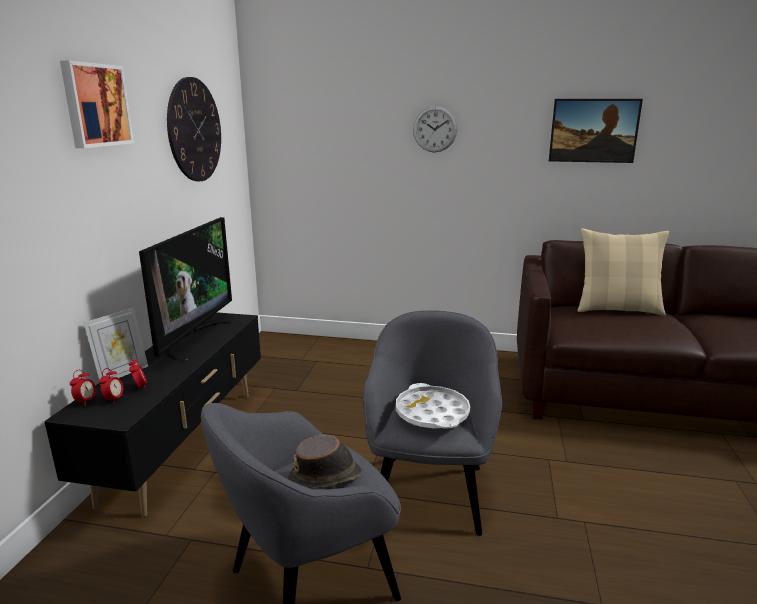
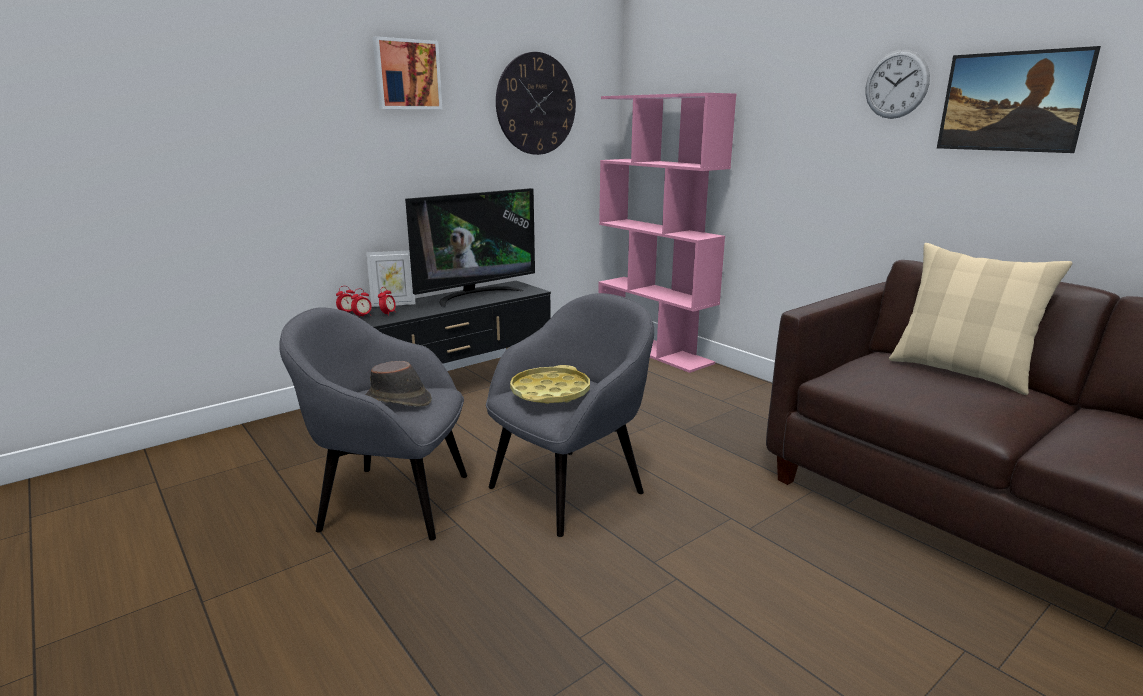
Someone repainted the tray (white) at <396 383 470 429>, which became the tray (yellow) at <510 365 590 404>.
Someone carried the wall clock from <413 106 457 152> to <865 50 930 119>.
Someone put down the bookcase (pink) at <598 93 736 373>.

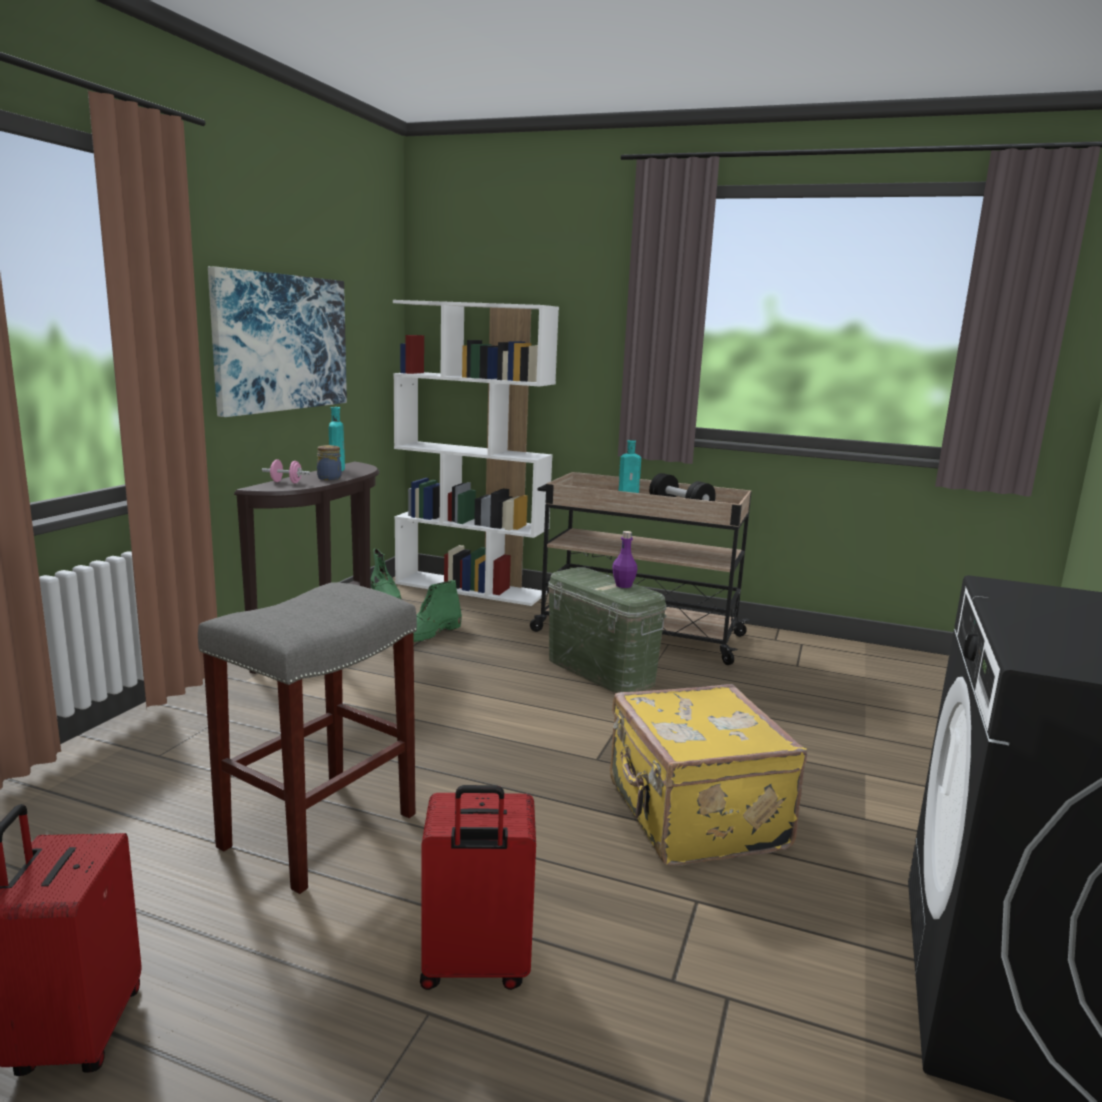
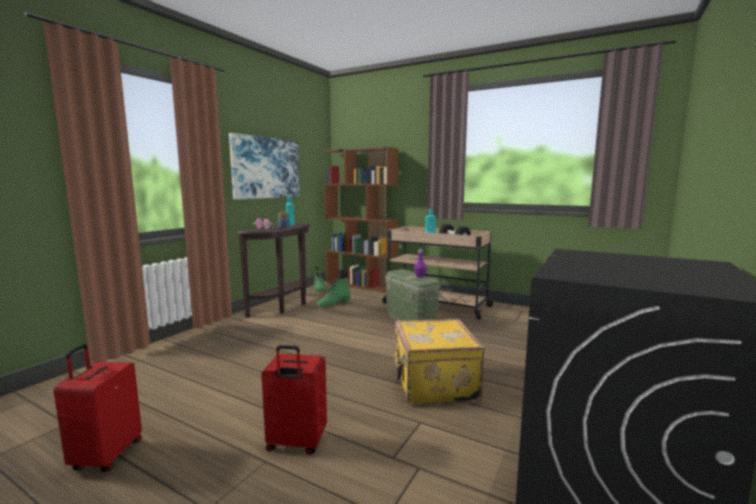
Someone took away the stool (grey) at <198 582 417 894>.
Someone repainted the bookcase (white) at <393 300 559 606>, which became the bookcase (brown) at <323 147 399 292>.

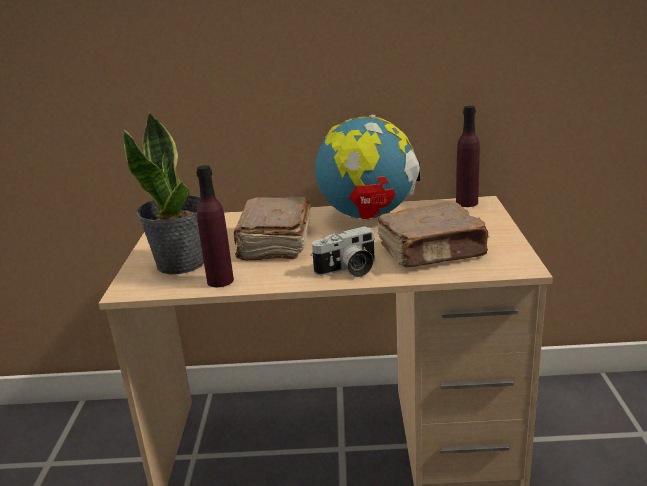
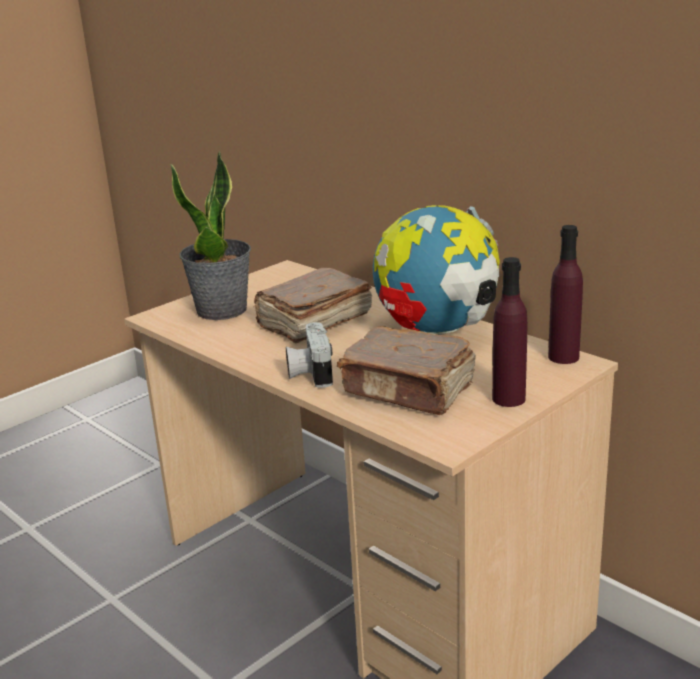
Someone carried the bottle (purple) from <196 165 234 287> to <492 257 527 407>.
Someone rotated the photo camera at <311 226 375 277> by 60 degrees clockwise.

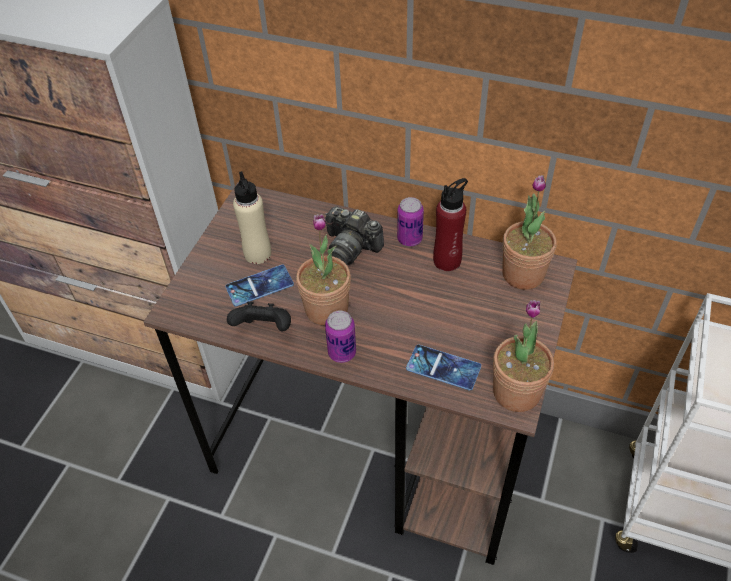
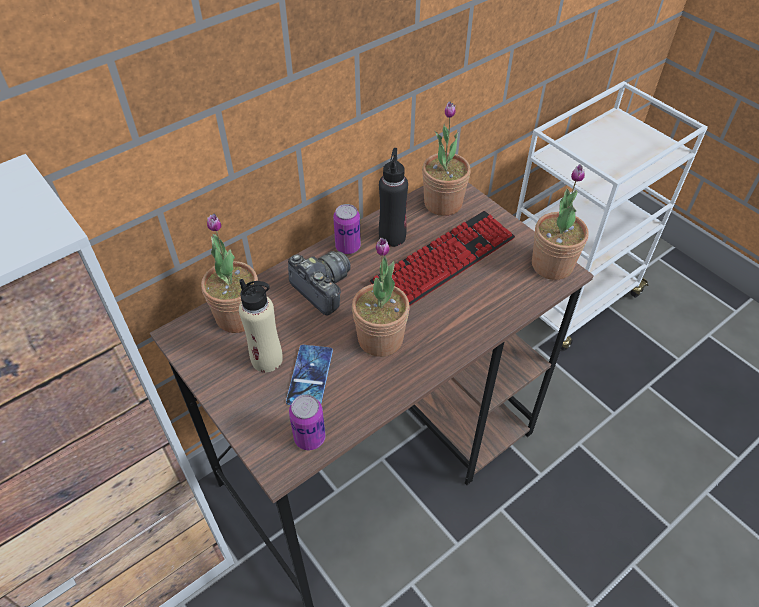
Someone took away the game controller (black) at <227 302 291 331>.
Someone rotated the photo camera at <325 206 384 265> by 105 degrees counterclockwise.
Someone carried the can from <325 310 356 363> to <289 394 326 450>.
Someone took away the phone at <406 345 481 390>.
Someone repainted the bottle (red) at <433 178 468 271>, which became the bottle (black) at <379 148 408 247>.
Someone put down the potted plant at <201 214 258 333>.
Someone put down the keyboard at <370 211 515 306>.

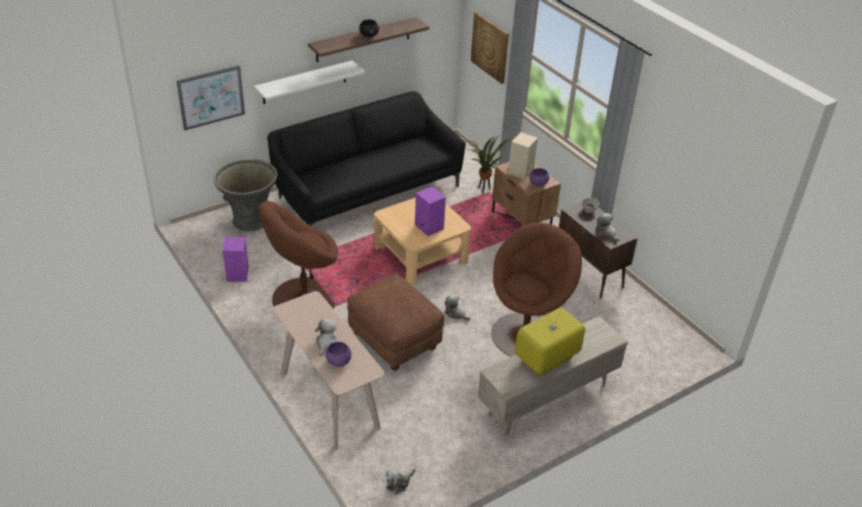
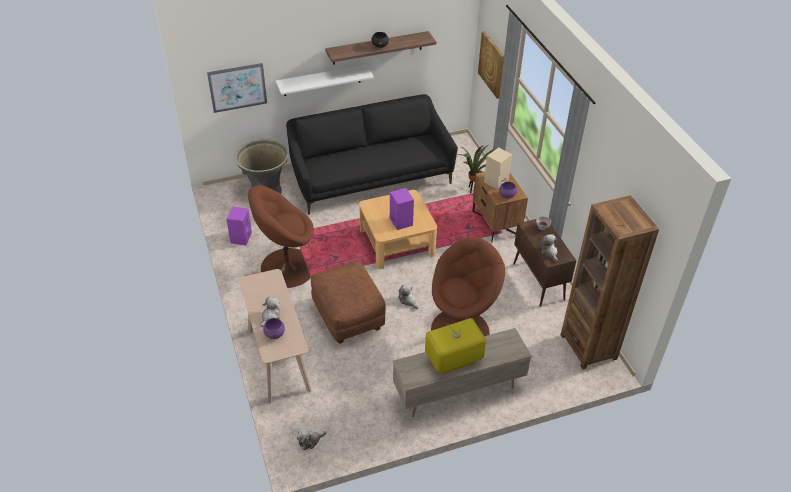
Someone put down the bookcase (brown) at <561 195 659 370>.

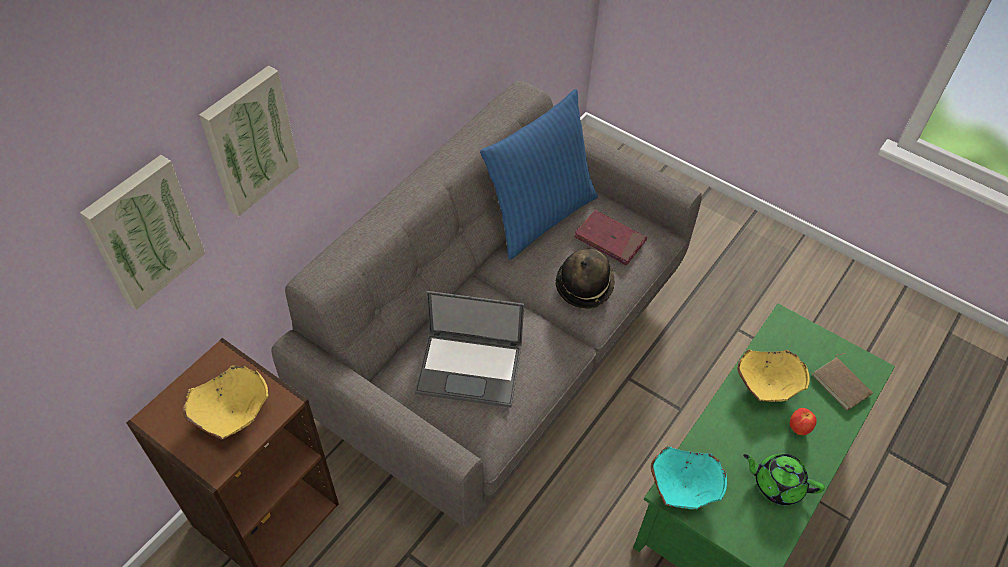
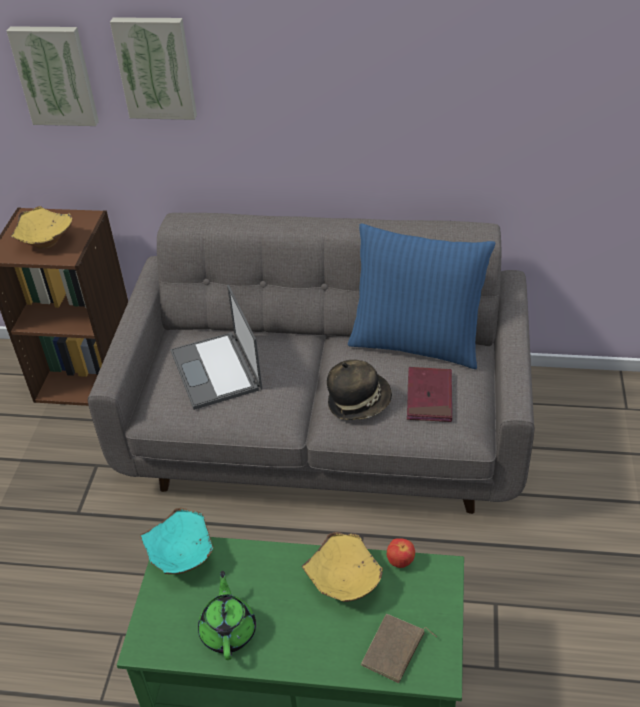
Someone carried the apple from <790 408 817 435> to <387 538 415 568>.

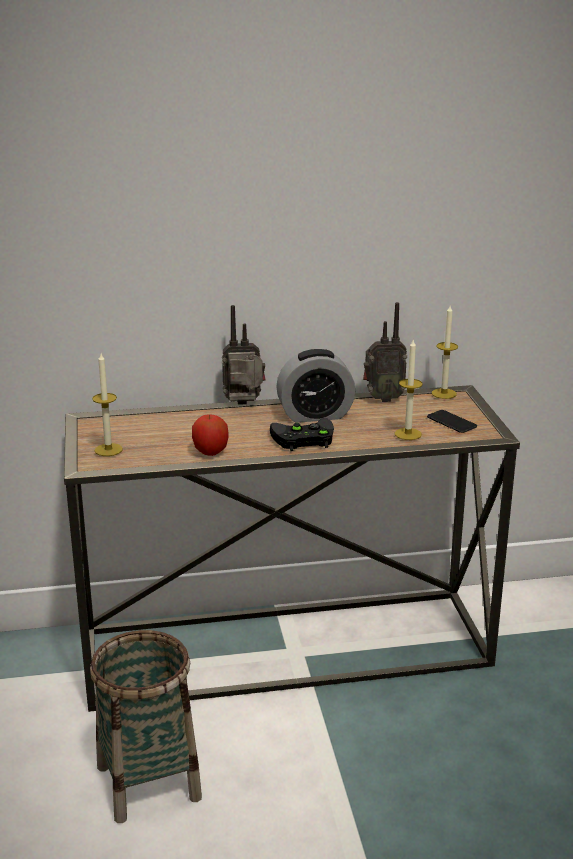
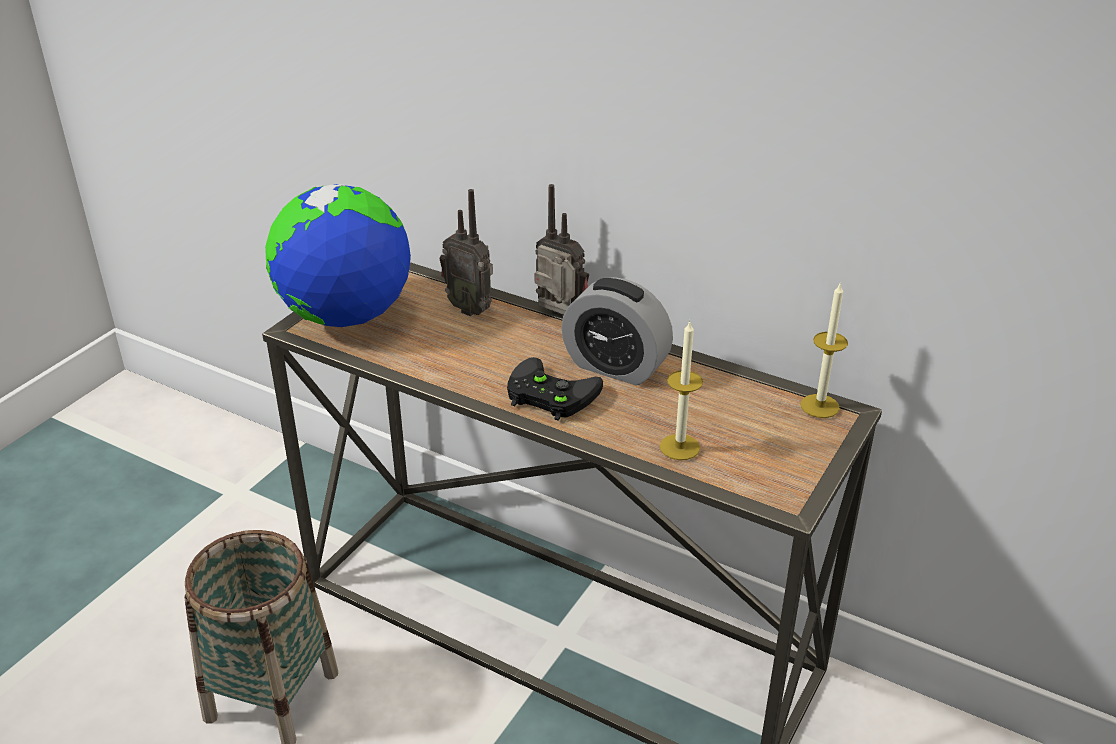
Someone swapped the candle at <92 353 123 456> for the globe at <265 184 411 327>.
Someone took away the apple at <192 414 229 456>.
Someone carried the radio from <363 302 407 402> to <440 189 493 317>.
Someone took away the phone at <427 410 477 433>.

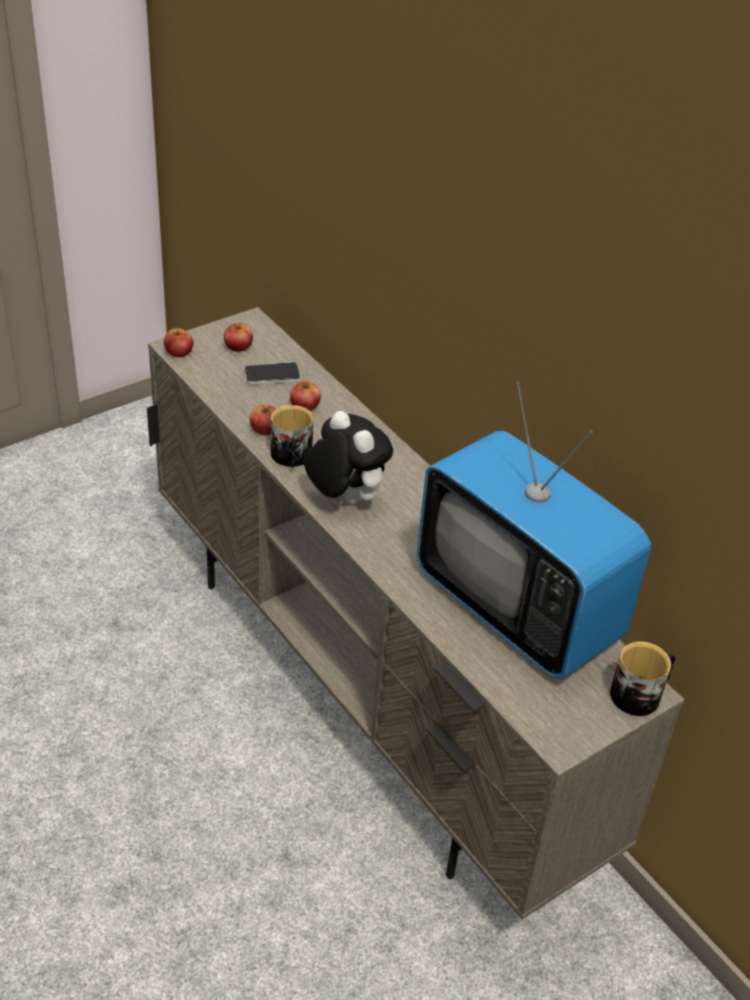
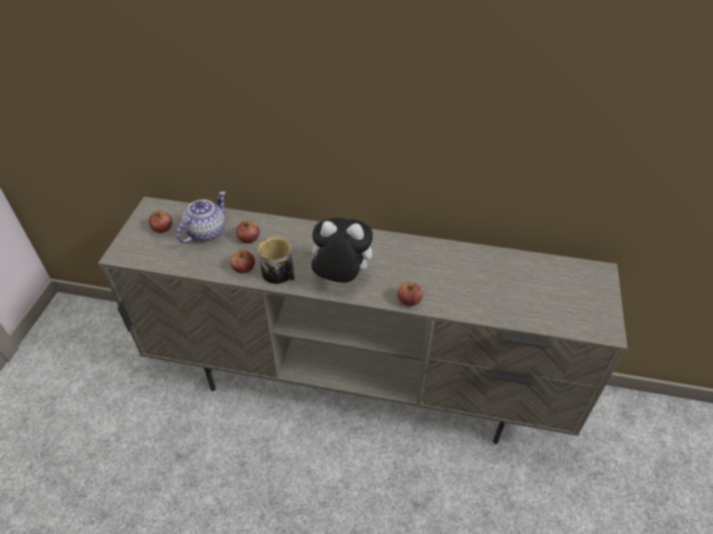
Someone carried the apple from <164 328 194 357> to <397 282 423 306>.
Someone swapped the phone at <245 362 301 385> for the teapot at <177 191 226 243>.
Someone took away the television at <417 382 651 679>.
Someone took away the mug at <610 642 675 716>.

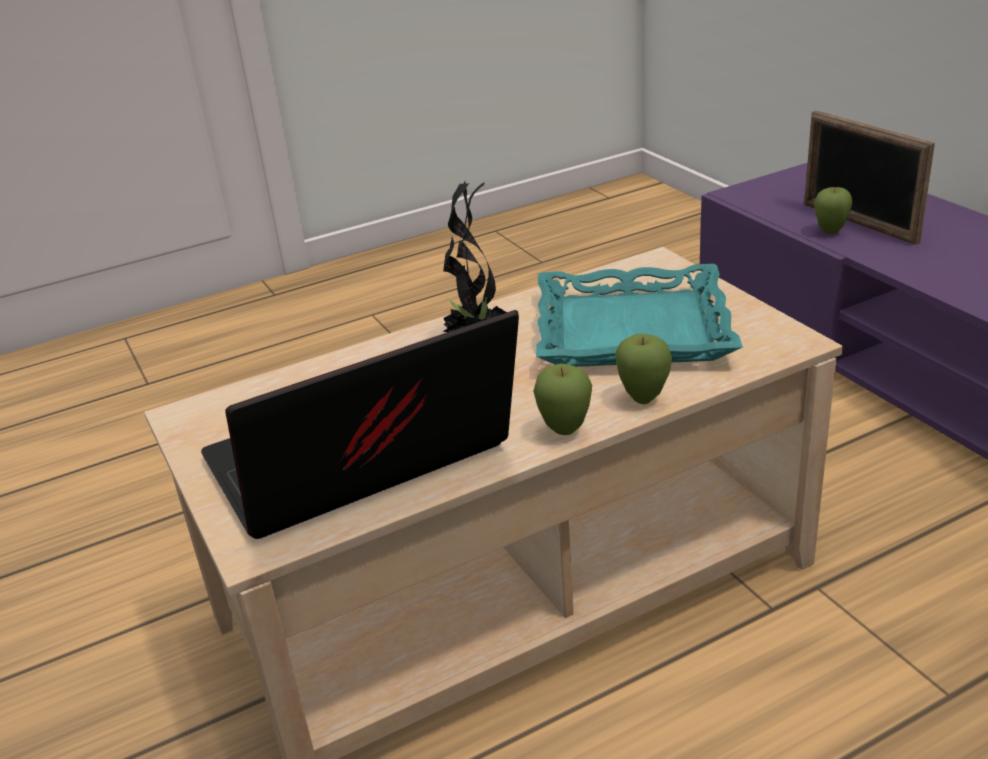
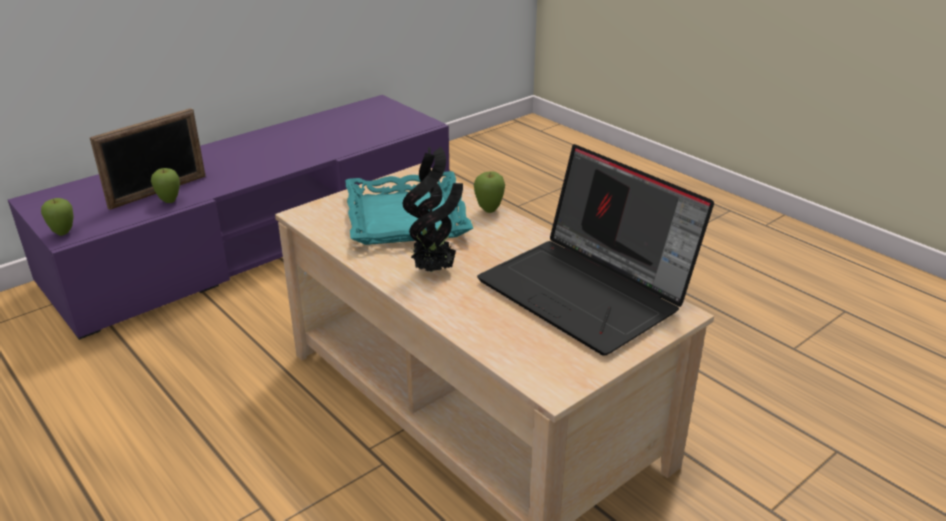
Someone carried the apple from <533 364 592 435> to <41 198 74 236>.

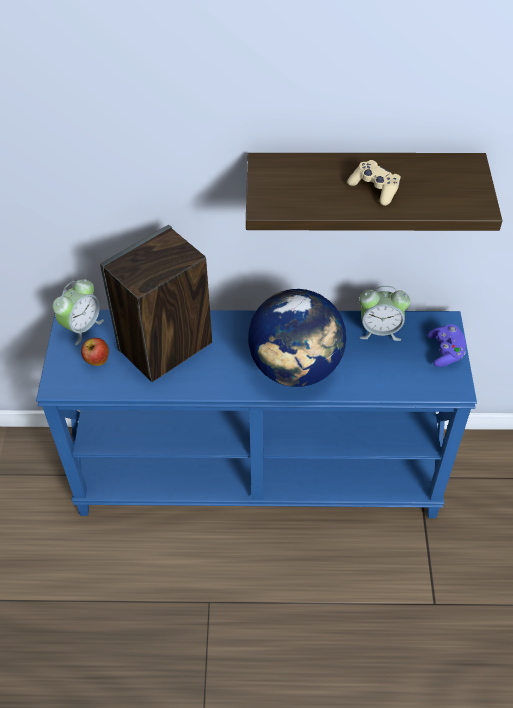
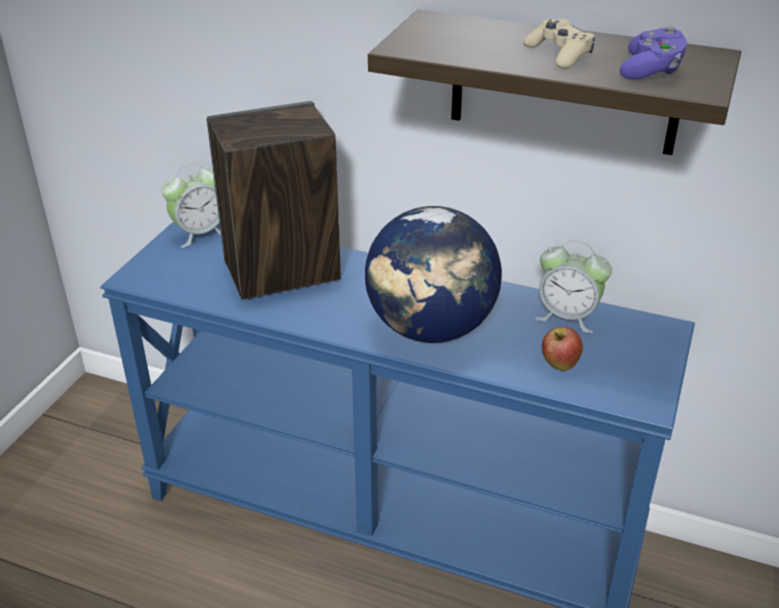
Someone carried the apple from <81 338 109 366> to <542 327 583 371>.
Someone carried the game controller (purple) from <428 324 466 367> to <620 26 687 79>.

